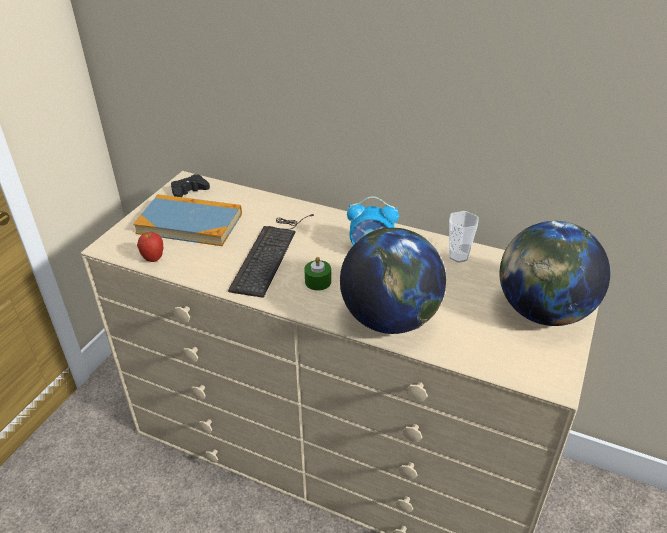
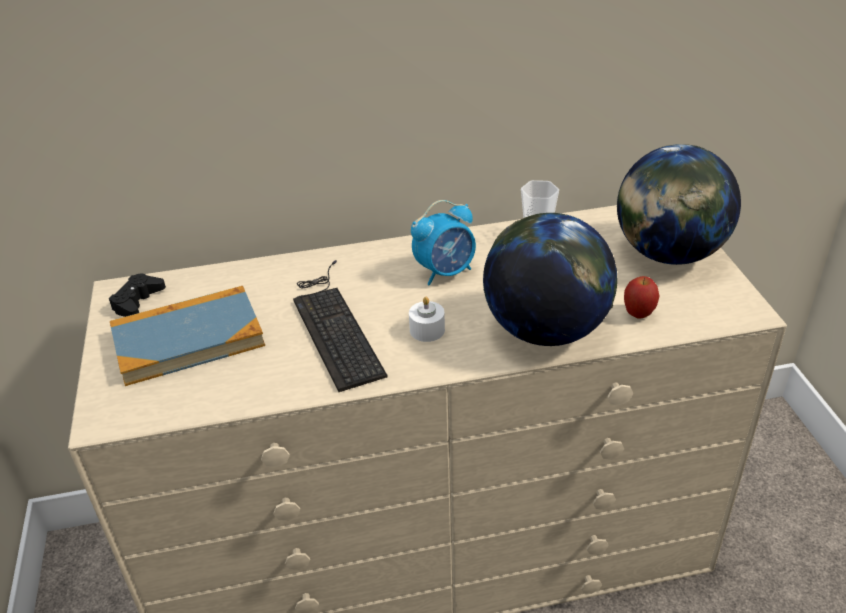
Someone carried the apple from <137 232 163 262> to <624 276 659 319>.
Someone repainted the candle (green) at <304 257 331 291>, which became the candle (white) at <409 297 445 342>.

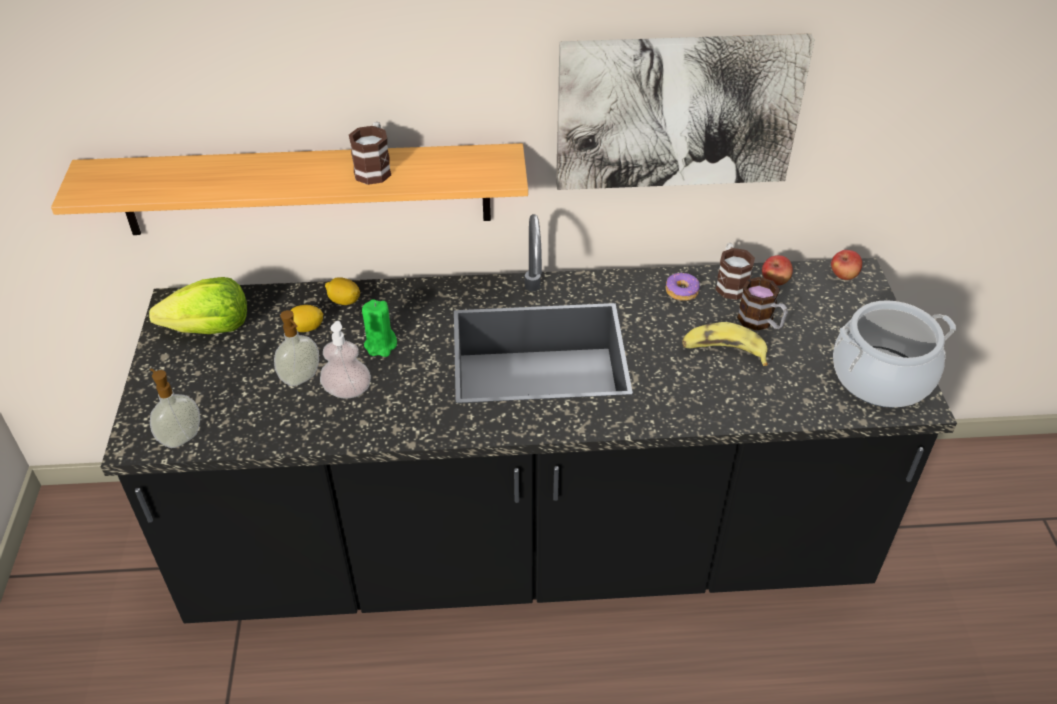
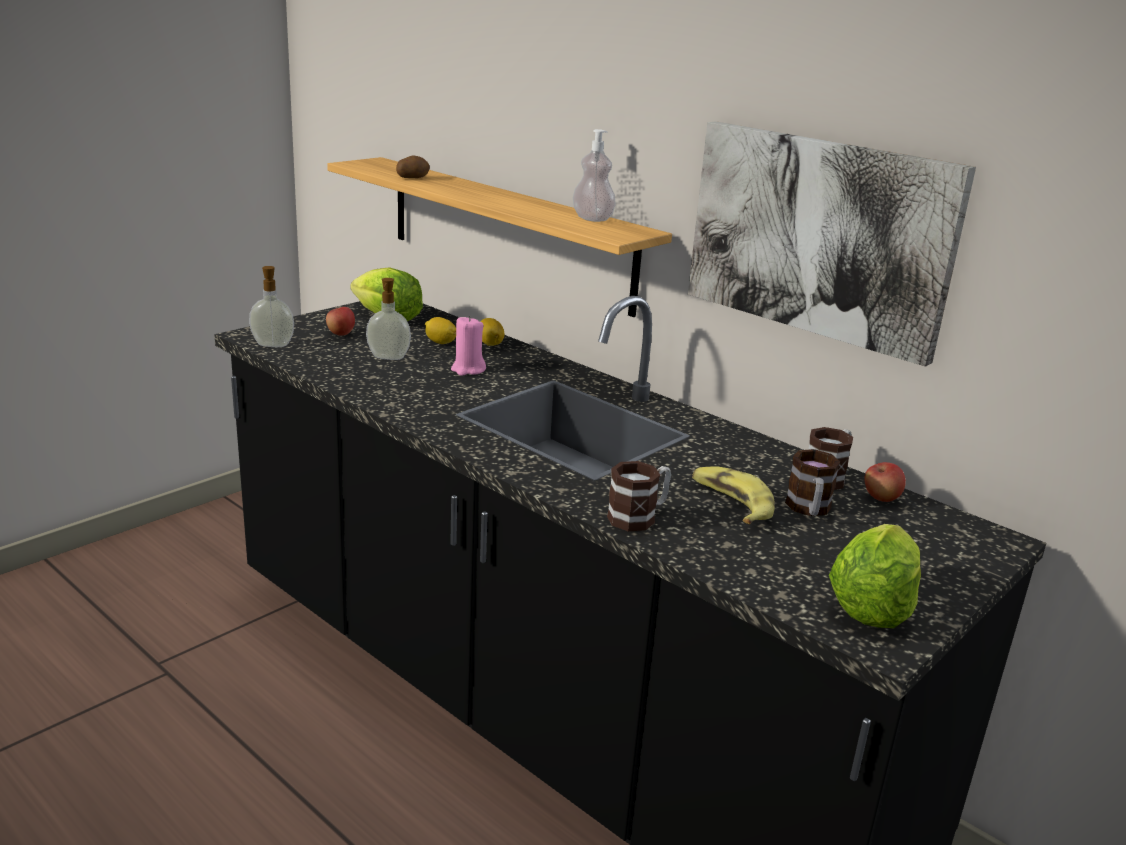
Someone carried the soap dispenser from <320 321 371 398> to <573 129 616 222>.
Someone carried the mug from <349 122 391 185> to <607 461 671 531>.
Someone repainted the candle (green) at <362 299 397 357>, which became the candle (pink) at <451 316 486 376>.
Someone took away the donut at <666 273 700 301>.
Someone carried the apple from <831 250 862 280> to <326 307 355 336>.
Someone swapped the cooking pot at <833 300 956 408> for the lettuce at <829 524 921 628>.
Someone put down the potato at <396 156 430 178>.

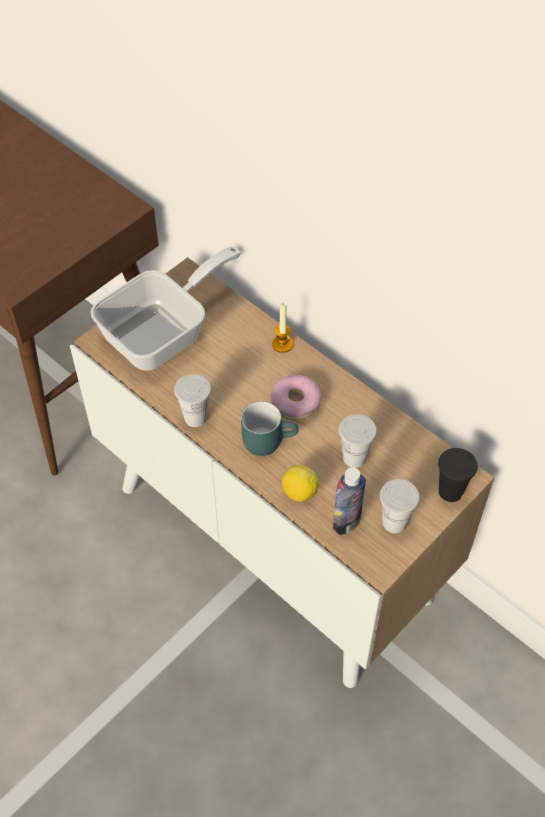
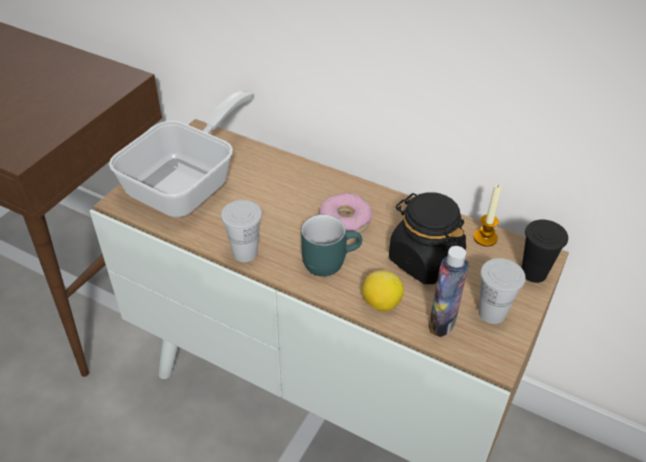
Someone carried the candle from <272 302 293 353> to <474 184 502 247>.
Someone swapped the cup (white) at <339 414 377 468> for the jar (black) at <389 192 466 284>.

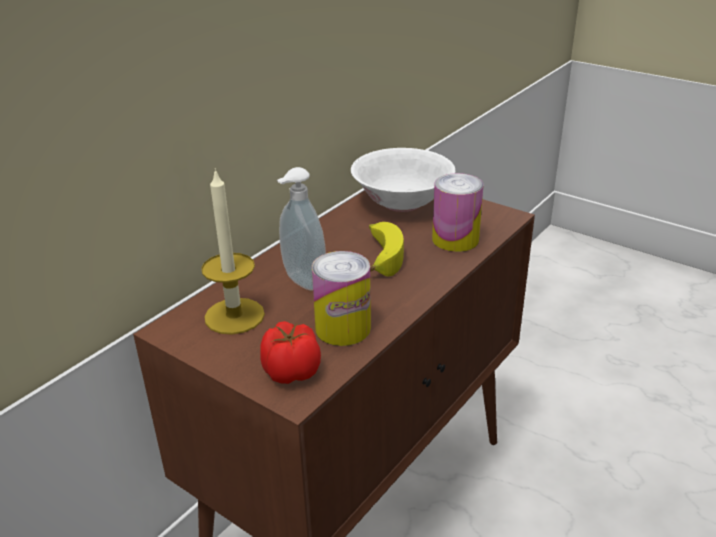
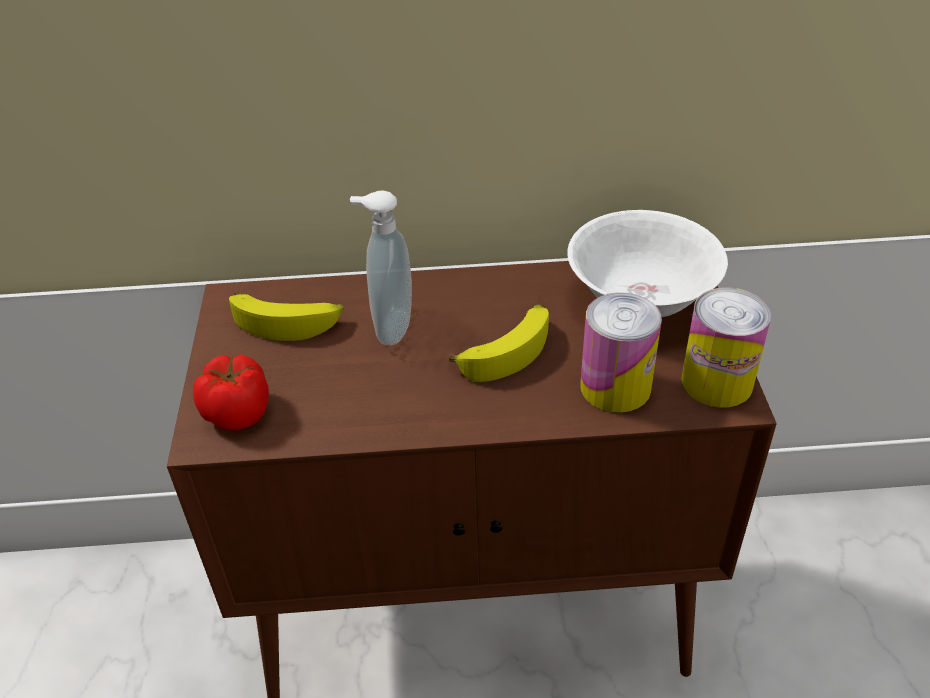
Someone swapped the candle at <201 168 265 335> for the banana at <229 291 344 341>.
Someone carried the can from <312 251 371 346> to <681 287 771 408>.

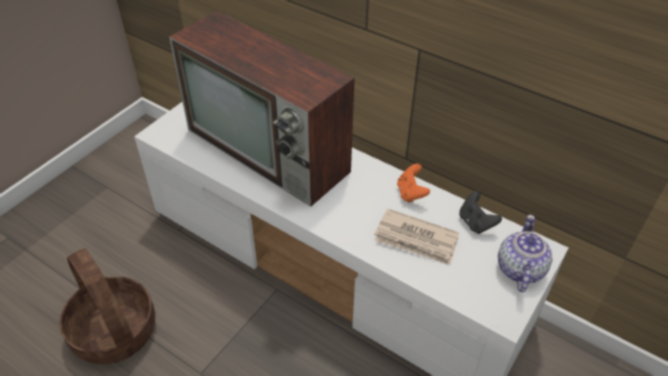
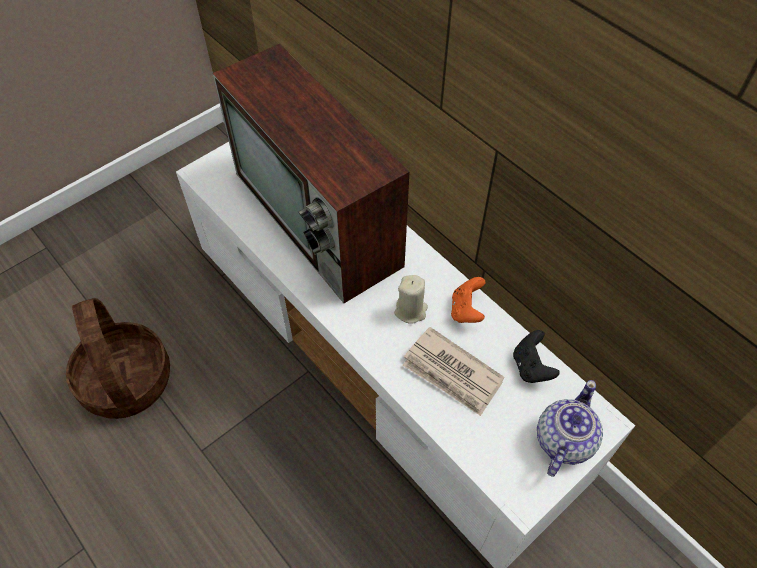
Someone put down the candle (beige) at <394 275 428 324>.

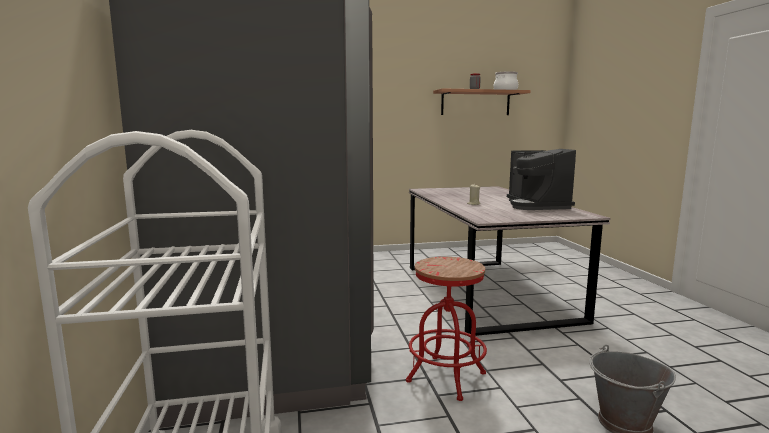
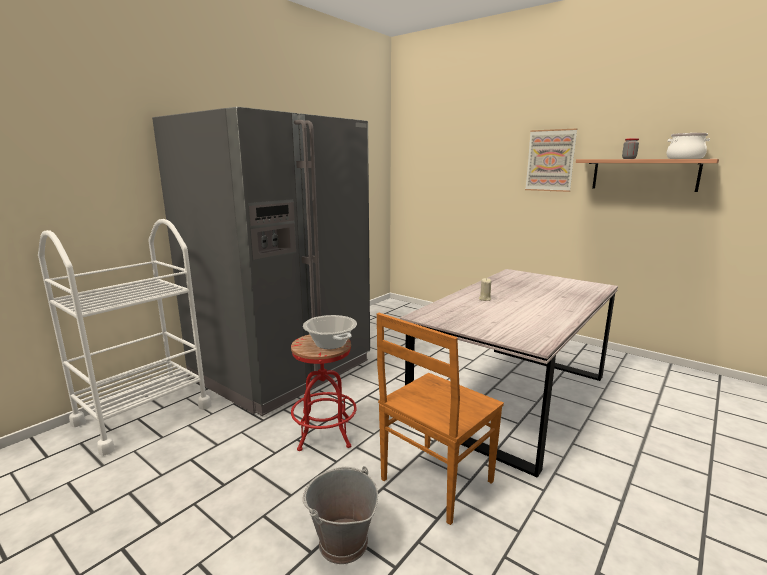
Someone took away the coffee machine at <507 149 576 210>.
Someone put down the cooking pot at <303 315 357 349>.
Someone put down the chair (brown) at <377 313 504 525>.
Someone put up the picture at <525 128 577 192>.

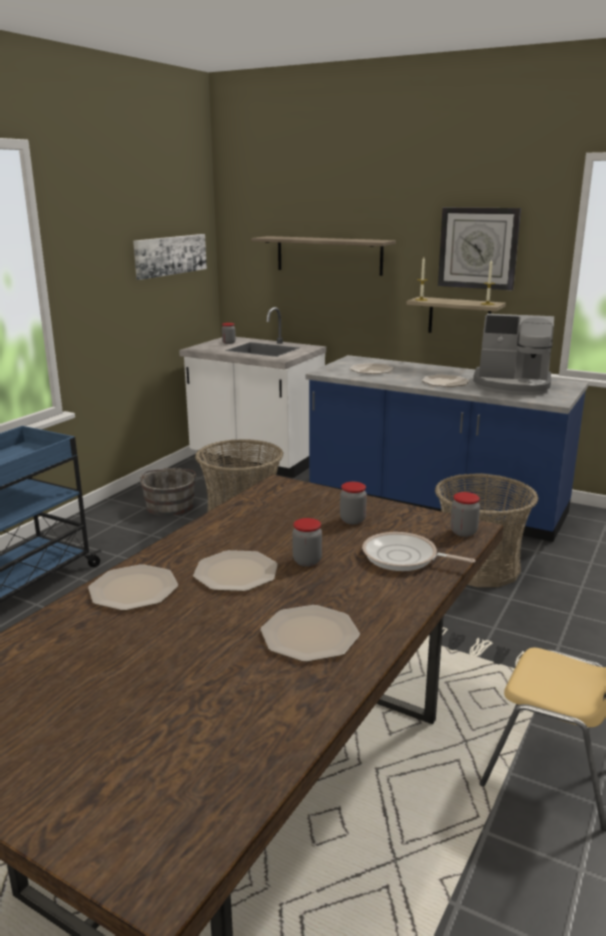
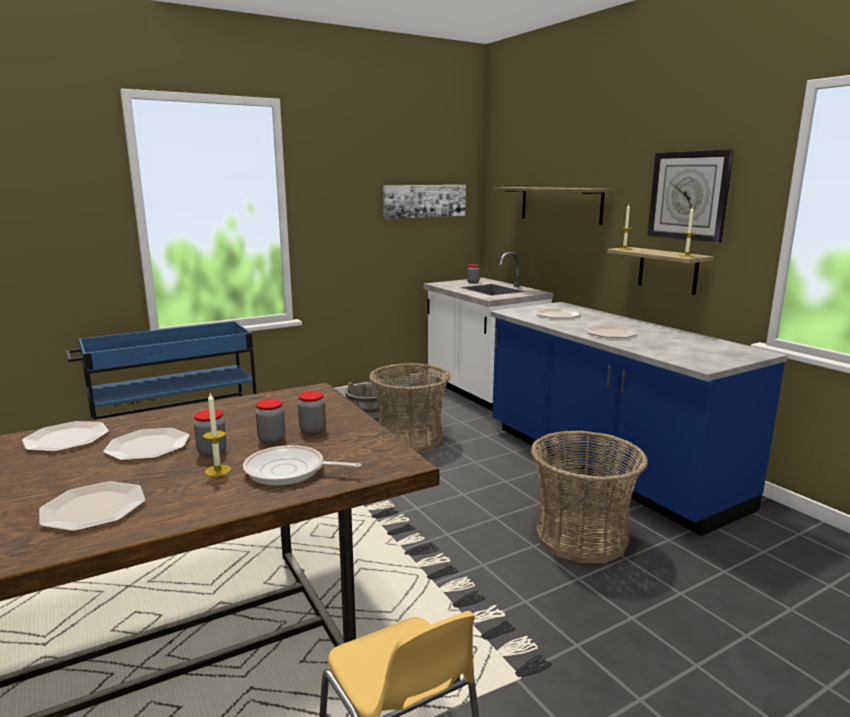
Someone rotated the frying pan at <362 532 476 571> by 45 degrees counterclockwise.
Someone carried the jar from <451 492 480 537> to <256 399 286 444>.
Someone took away the coffee machine at <473 314 554 395>.
Someone put down the candle at <203 393 231 477>.

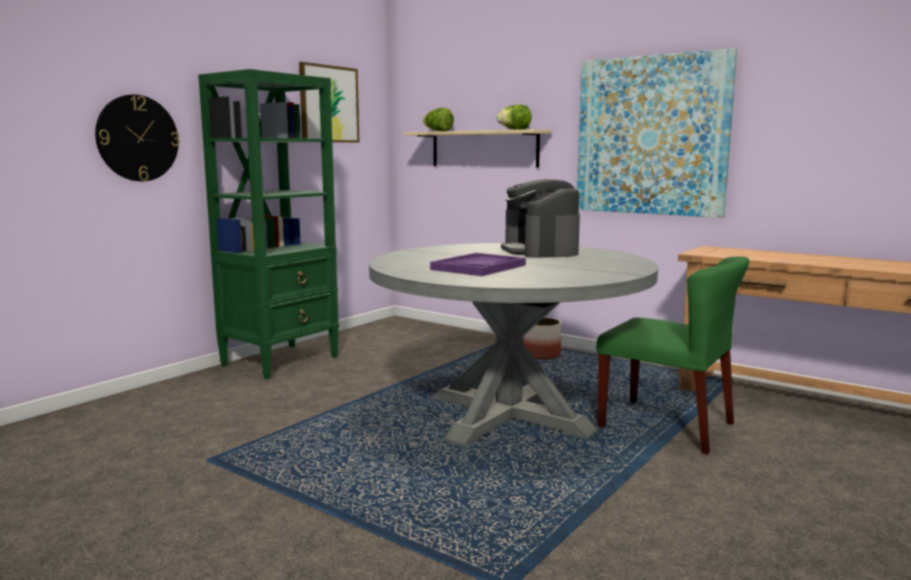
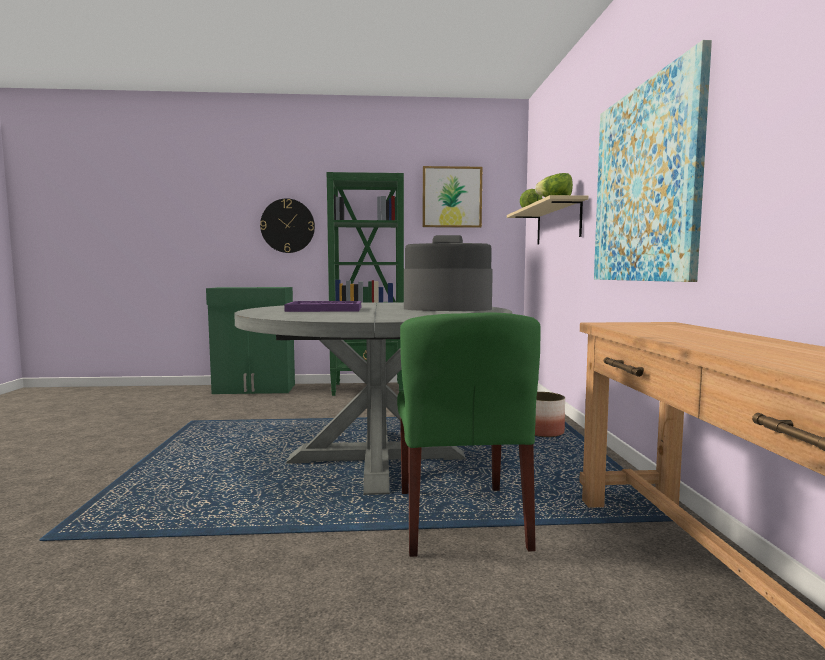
Someone rotated the coffee machine at <501 179 580 258> by 60 degrees clockwise.
Someone put down the cabinet (green) at <206 287 295 394>.

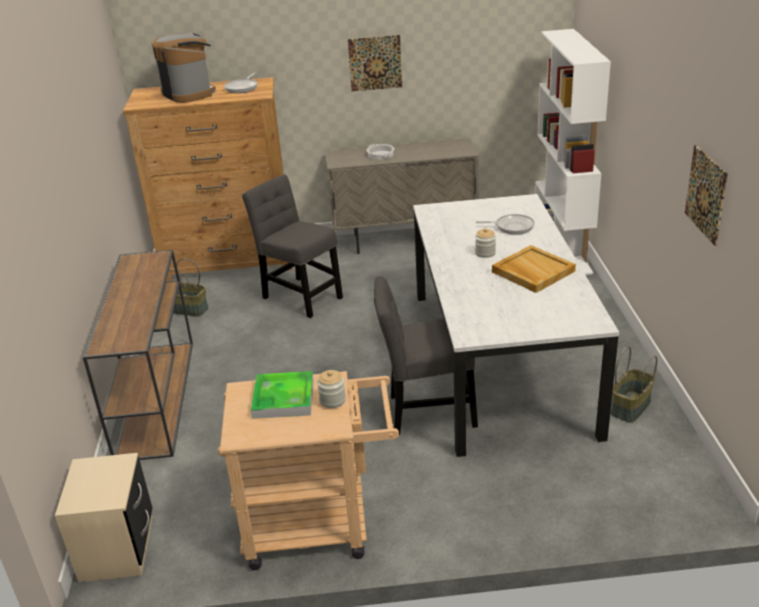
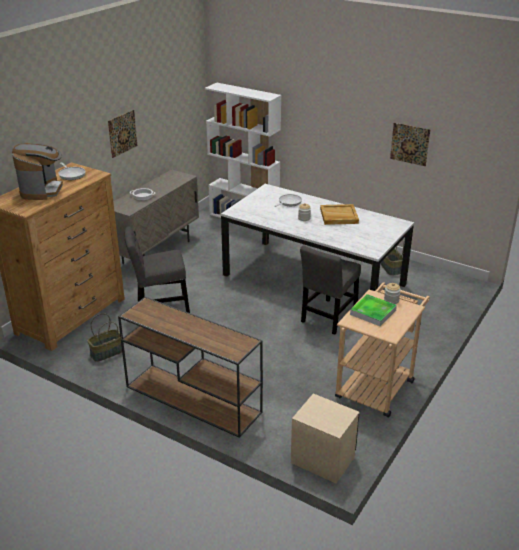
Someone rotated the coffee machine at <151 33 216 103> by 90 degrees clockwise.

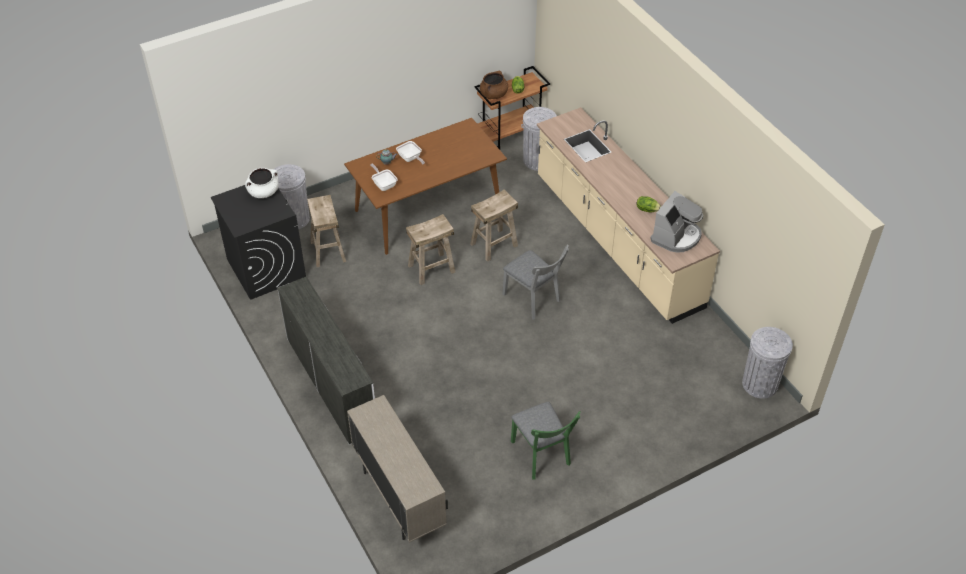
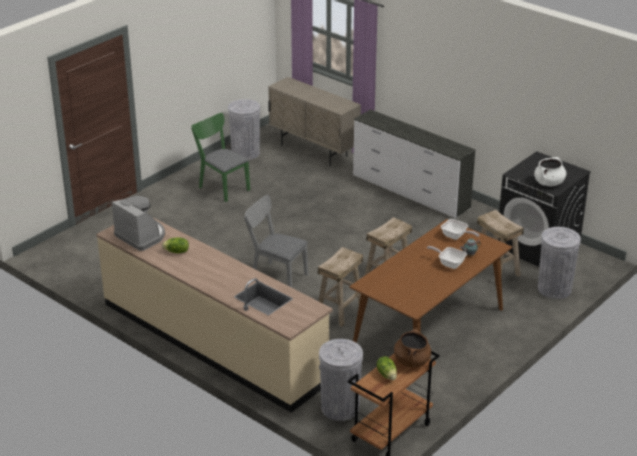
Someone rotated the coffee machine at <650 191 703 253> by 120 degrees clockwise.
Someone carried the trash can (grey) from <742 327 793 398> to <228 99 260 160>.

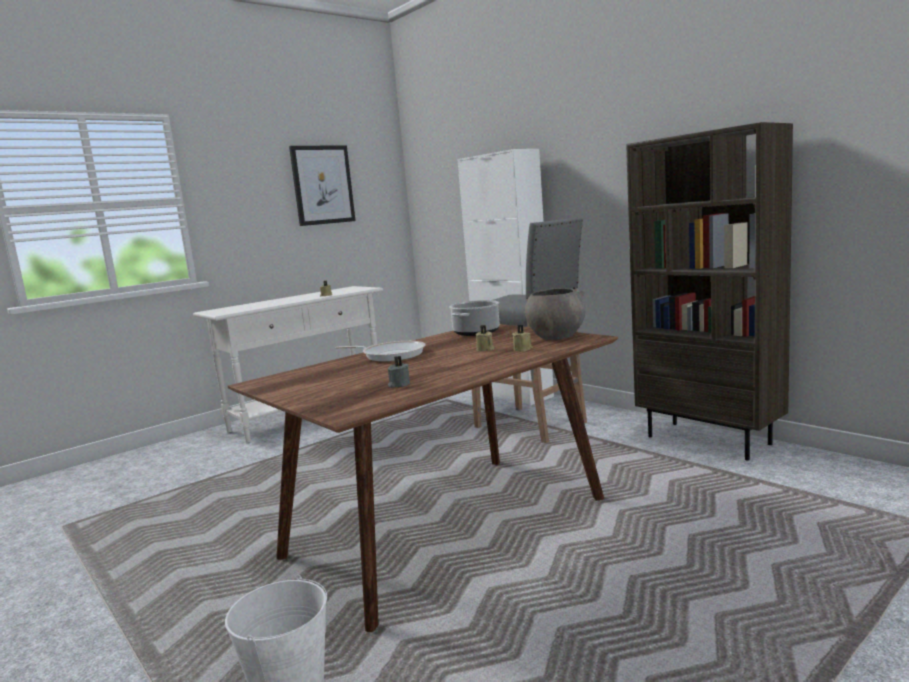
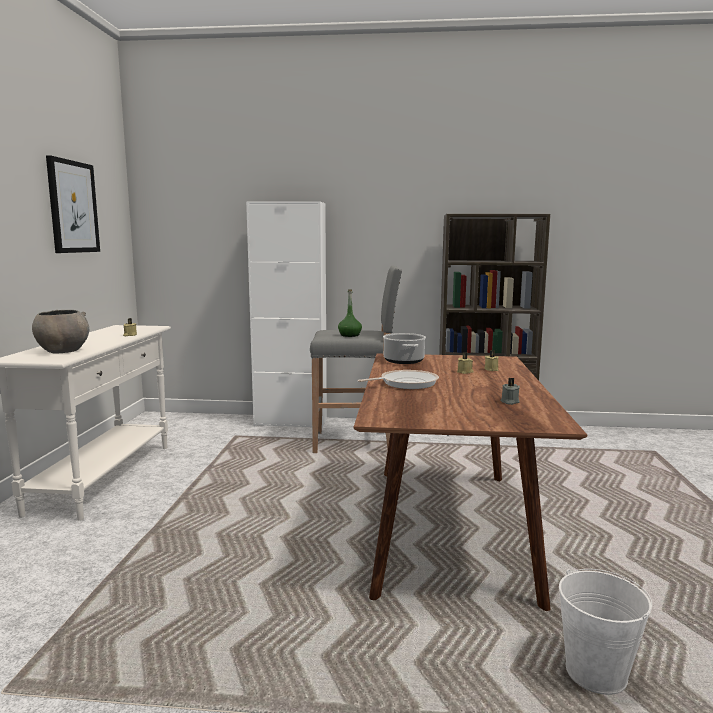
Someone carried the bowl (grey) from <525 288 585 340> to <32 310 89 353>.
Someone put down the bottle (green) at <338 289 362 337>.

